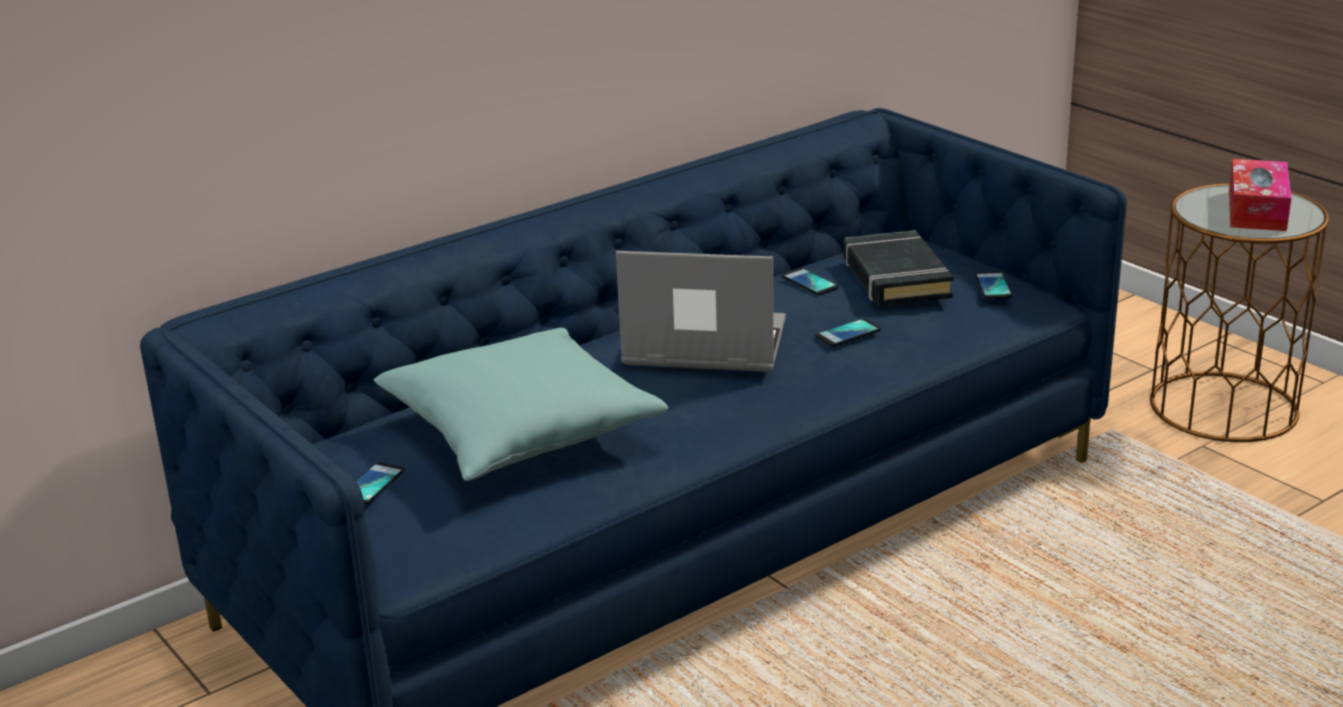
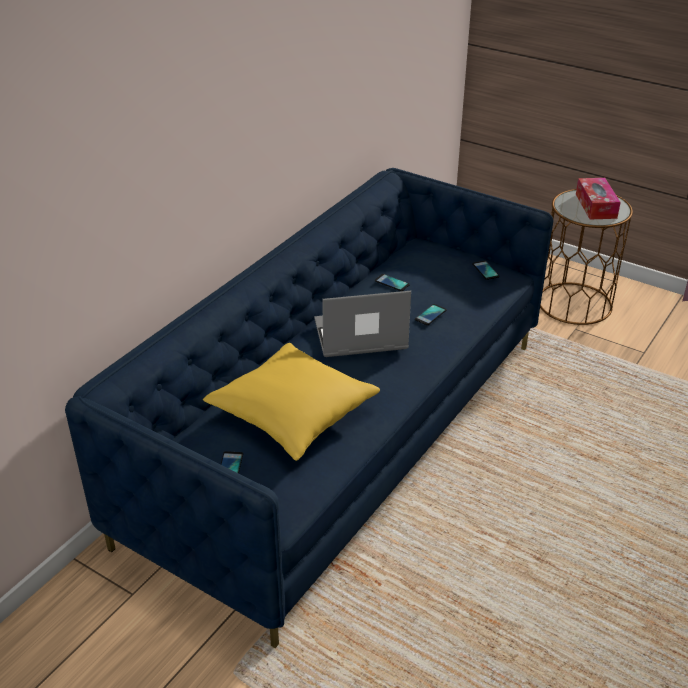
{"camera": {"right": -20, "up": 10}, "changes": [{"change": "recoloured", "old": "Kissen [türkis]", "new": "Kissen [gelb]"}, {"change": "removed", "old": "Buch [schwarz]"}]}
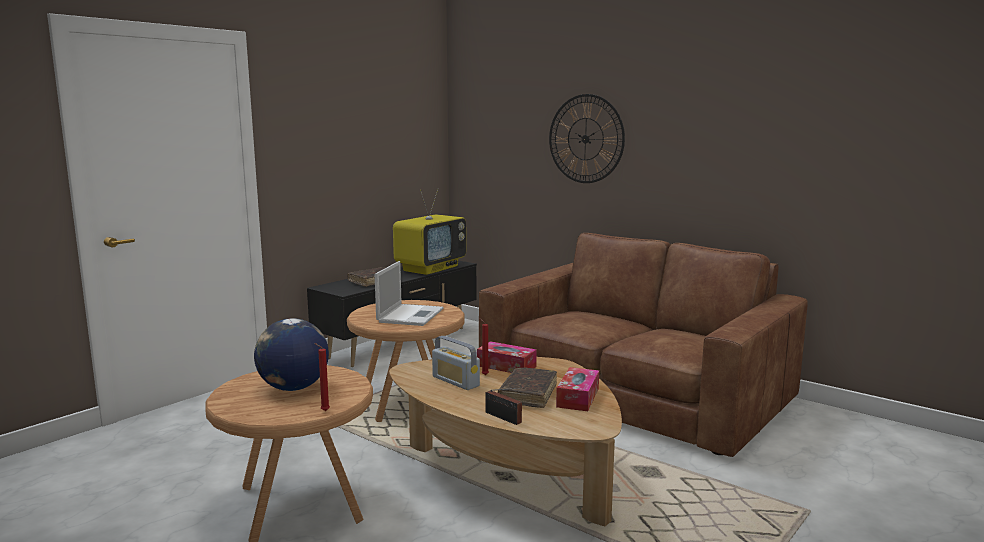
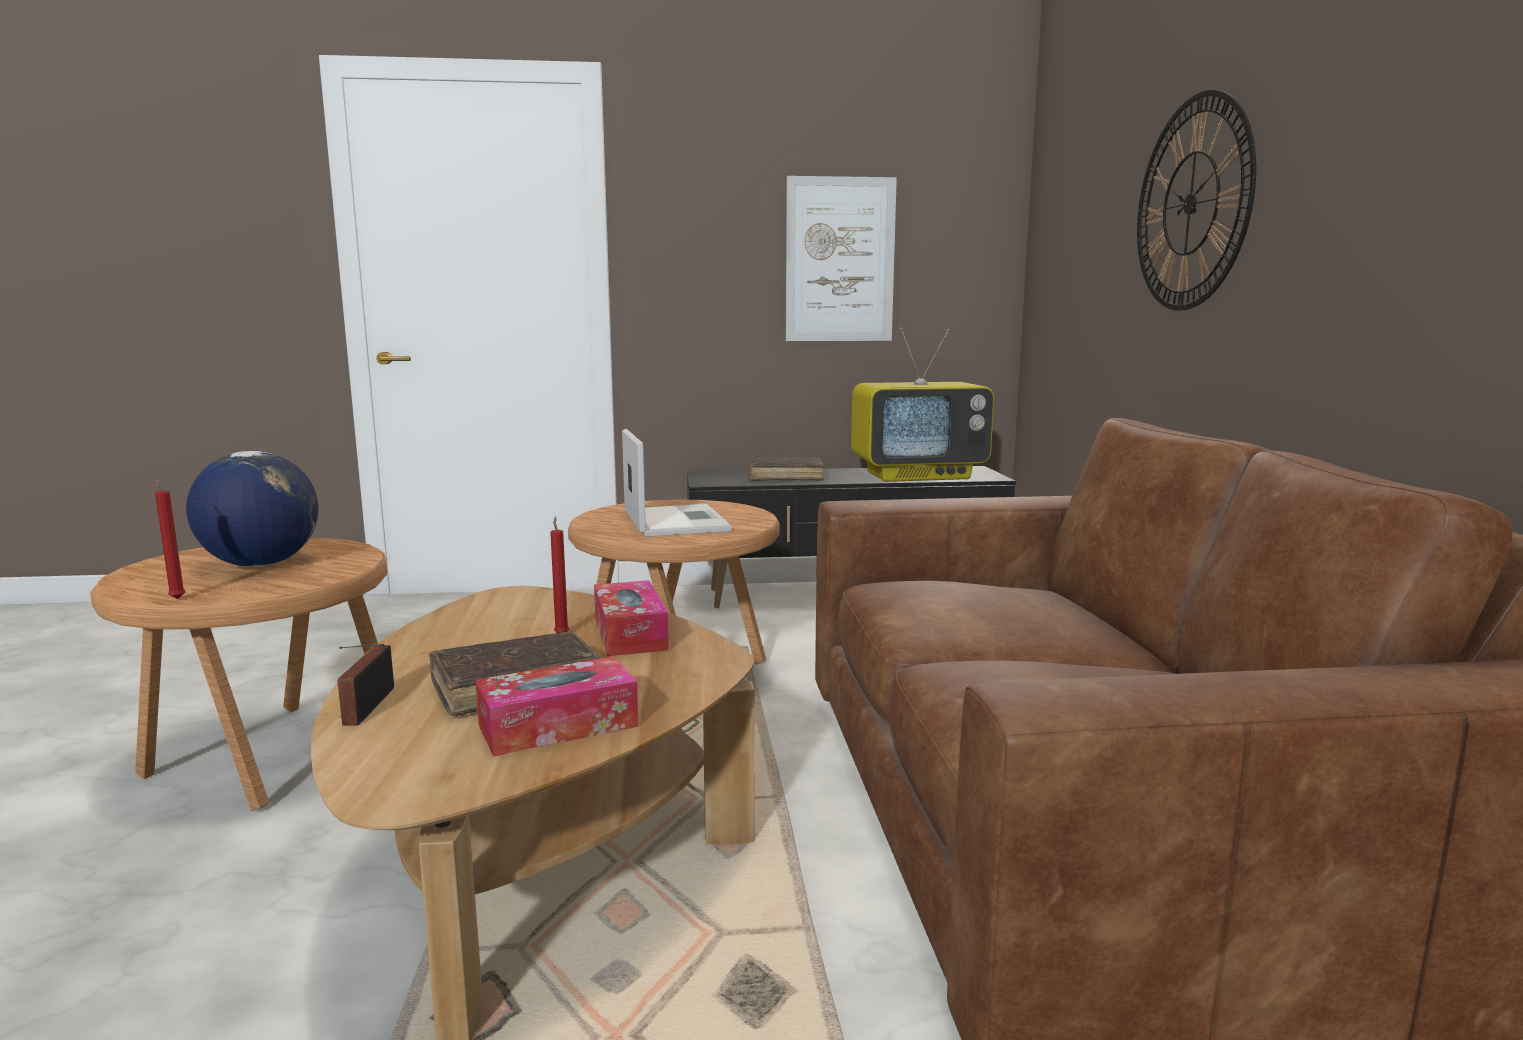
{"camera": {"right": 45, "up": 0}, "changes": [{"change": "turned", "old": "Laptop", "degrees": -75}, {"change": "added", "new": "Bild"}, {"change": "removed", "old": "Radio (1st from left)"}]}
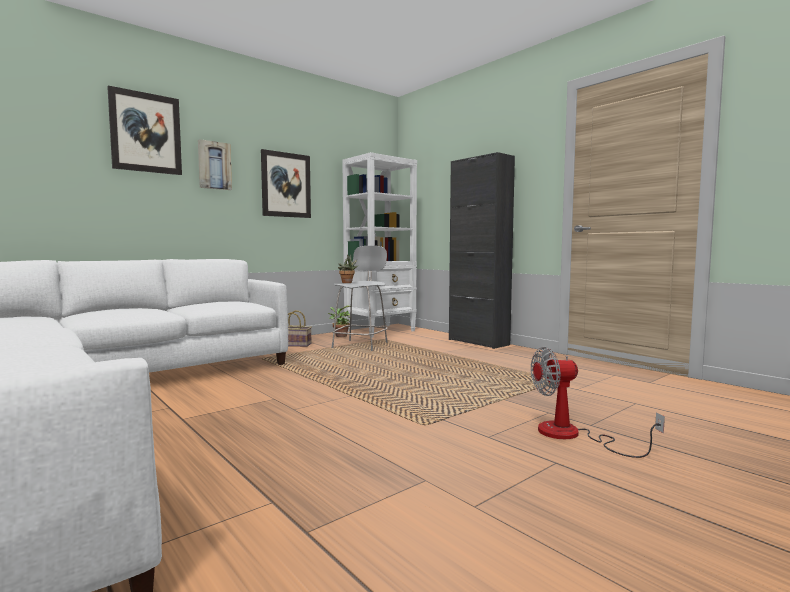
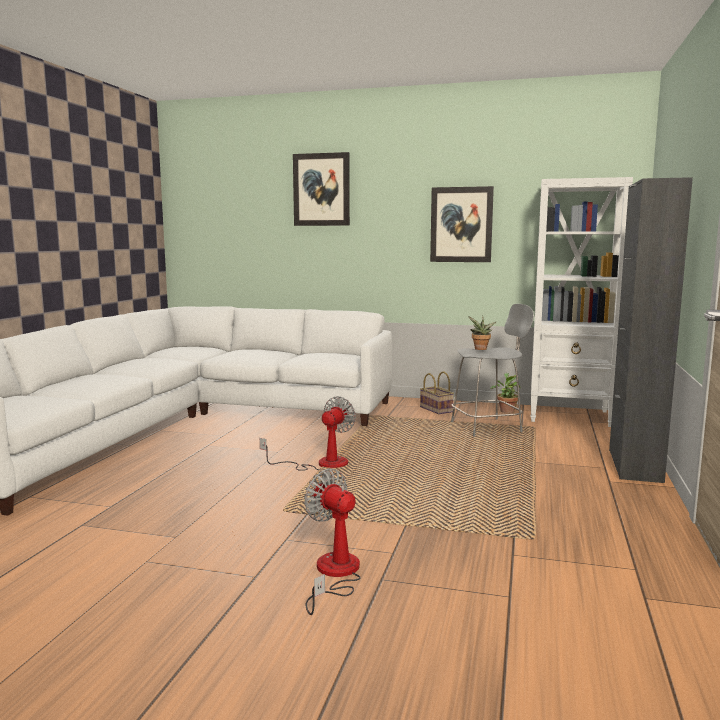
{"camera": {"right": 55, "up": 5}, "changes": [{"change": "added", "new": "Ventilator (1st from left)"}, {"change": "removed", "old": "Bild (2nd from left)"}]}
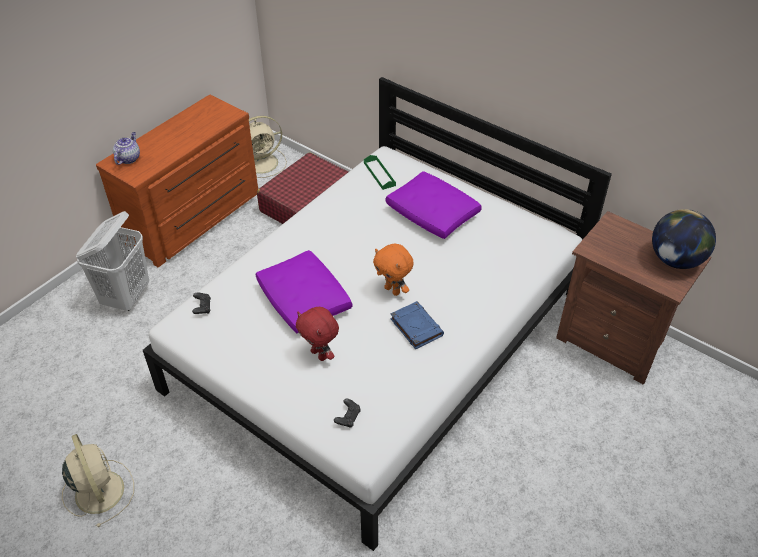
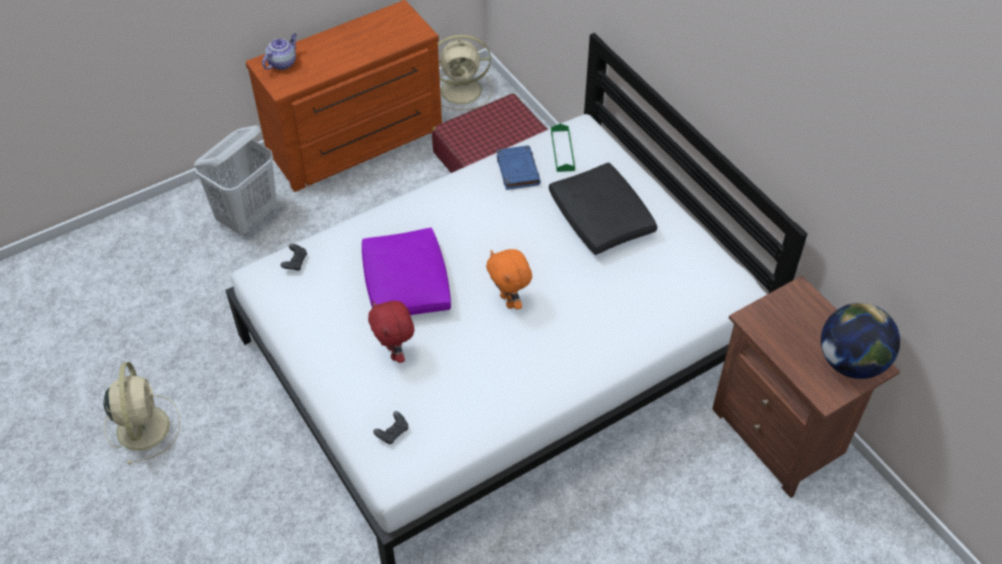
{"camera": {"right": 20, "up": 5}, "changes": [{"change": "moved", "old": "Buch [blau]"}, {"change": "recoloured", "old": "Kissen [lila] (2nd from left)", "new": "Kissen [schwarz]"}]}
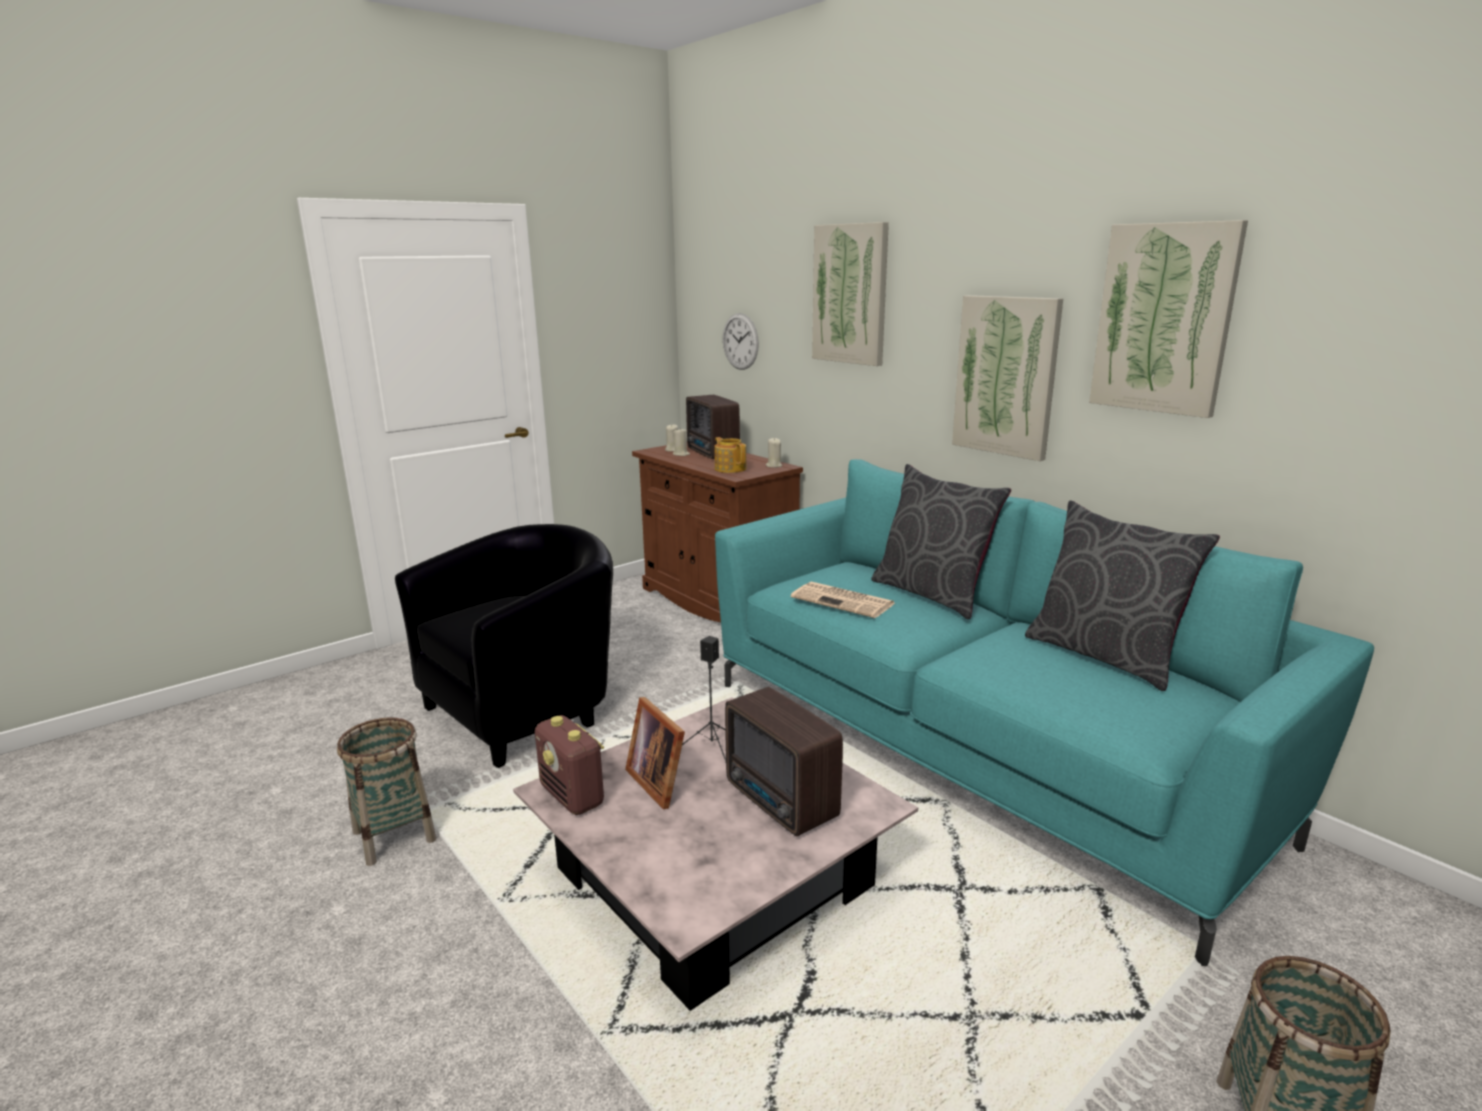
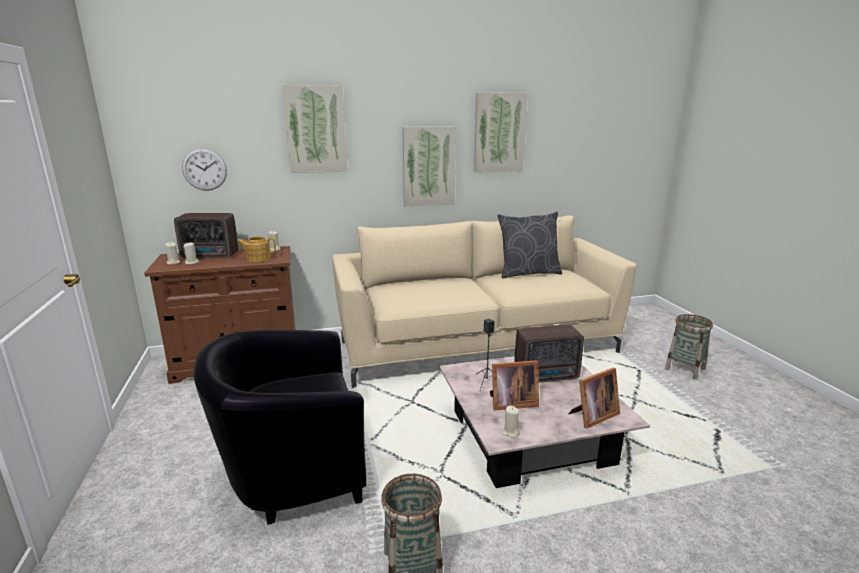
{"camera": {"right": -65, "up": 0}, "changes": [{"change": "turned", "old": "Sessel [schwarz]", "degrees": -90}, {"change": "recoloured", "old": "Sofa [türkis]", "new": "Sofa [beige]"}, {"change": "replaced", "old": "Radio (1st from left)", "new": "Kerze [beige] (4th from left)"}, {"change": "added", "new": "Bilderrahmen (2nd from left)"}, {"change": "removed", "old": "Zeitung"}, {"change": "removed", "old": "Kissen [grau] (1st from left)"}]}
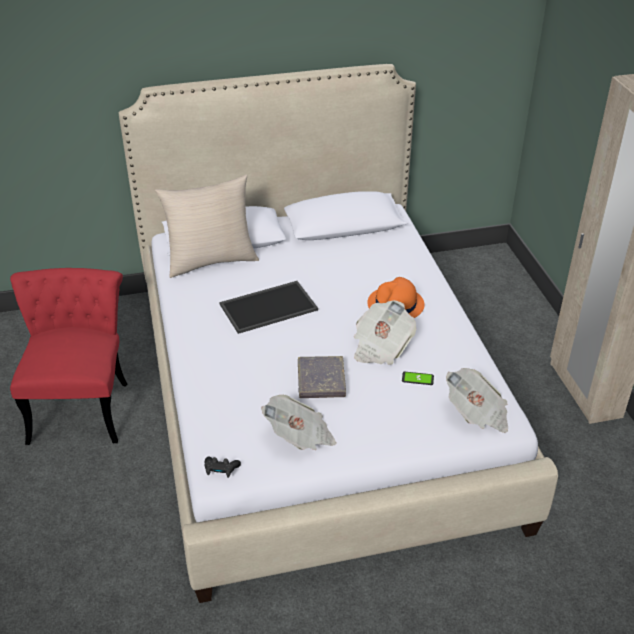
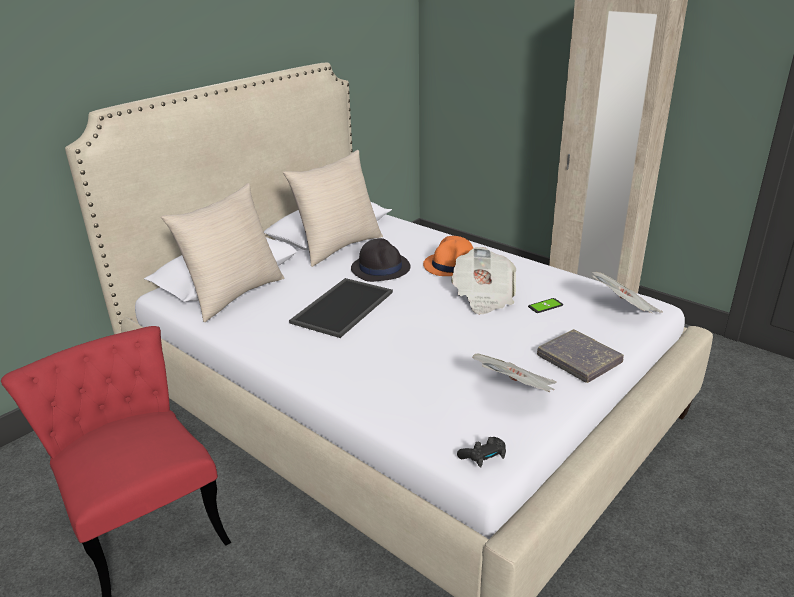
{"camera": {"right": -35, "up": -10}, "changes": [{"change": "added", "new": "Kissen [beige] (2nd from left)"}, {"change": "added", "new": "Hut [schwarz]"}, {"change": "moved", "old": "Buch [grau]"}]}
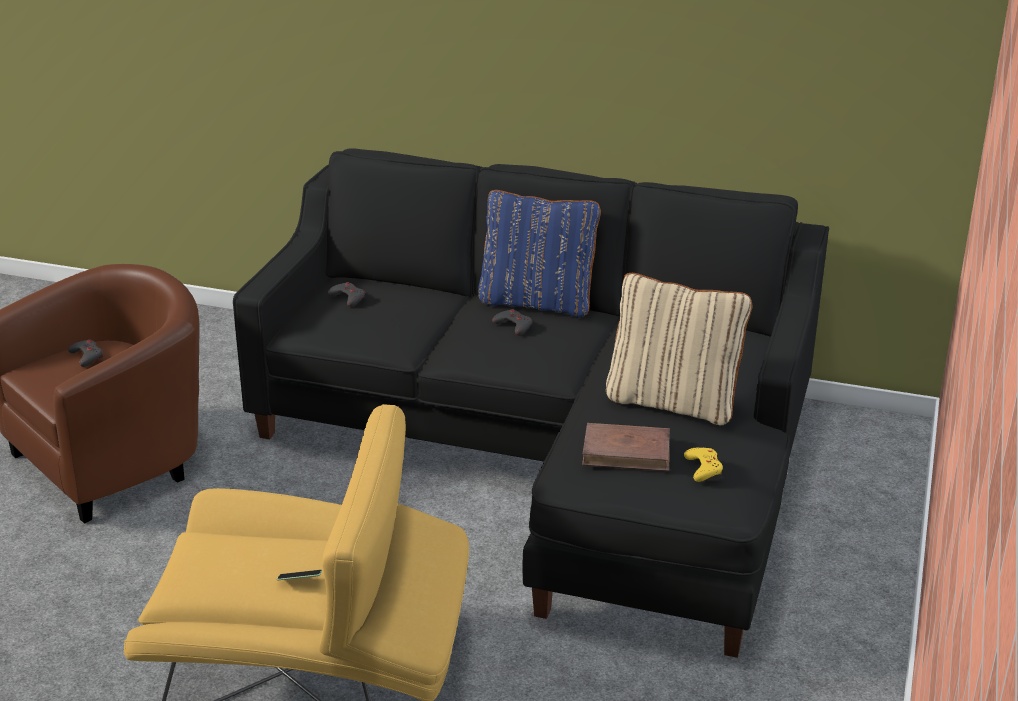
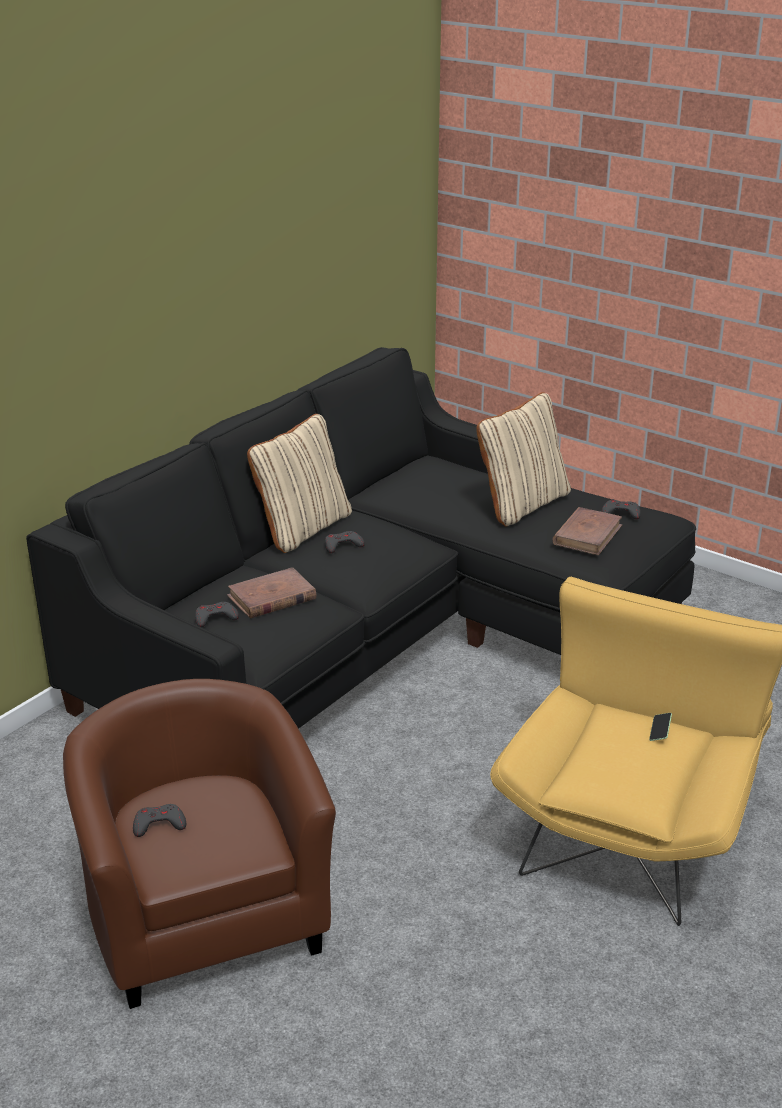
{"camera": {"right": -70, "up": 0}, "changes": [{"change": "added", "new": "Buch [braun] (1st from left)"}, {"change": "recoloured", "old": "Kissen [blau]", "new": "Kissen [beige] (1st from left)"}, {"change": "recoloured", "old": "Gamepad [gelb]", "new": "Gamepad [grau] (4th from left)"}]}
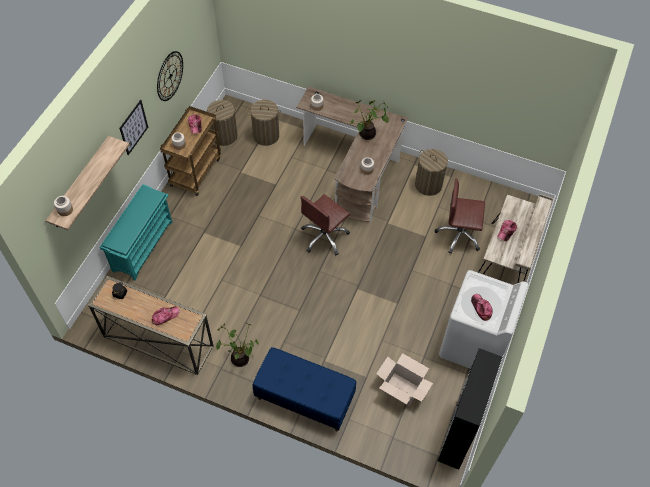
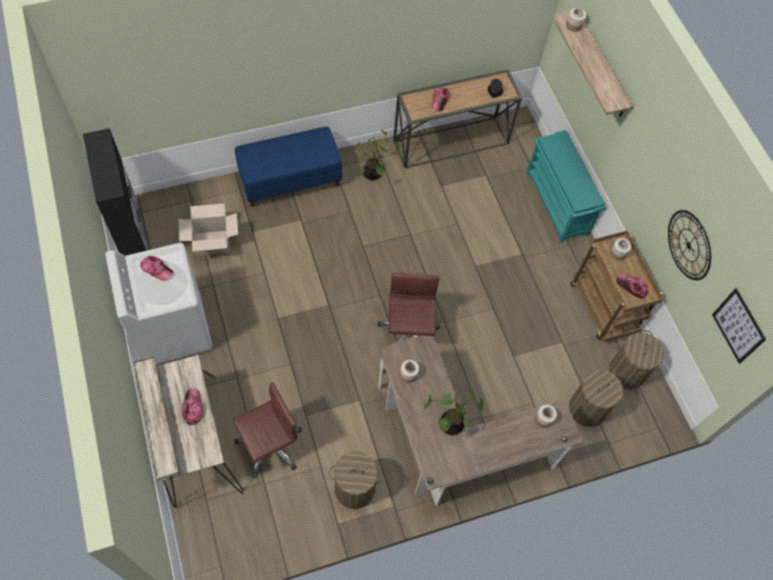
{"camera": {"right": 135, "up": 5}, "changes": [{"change": "moved", "old": "Bild"}]}
